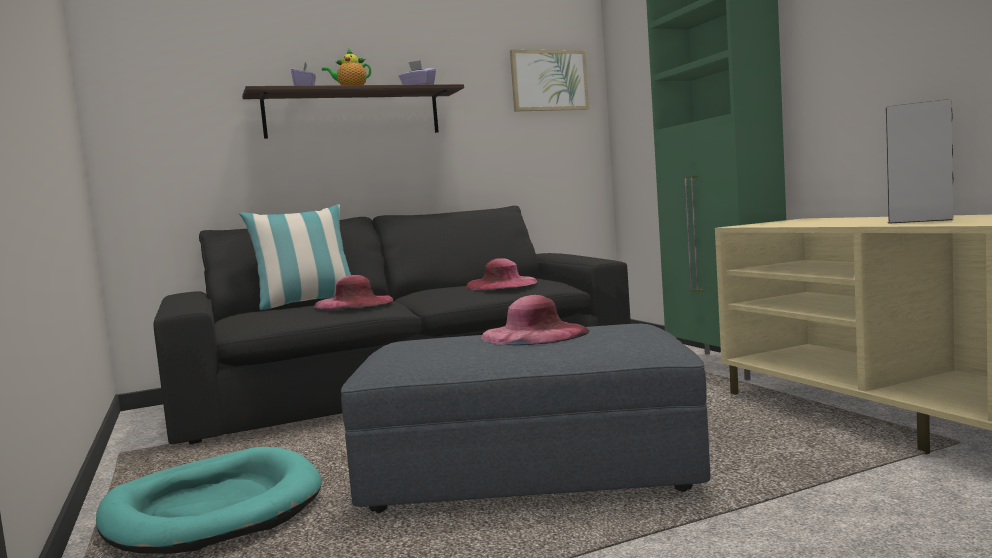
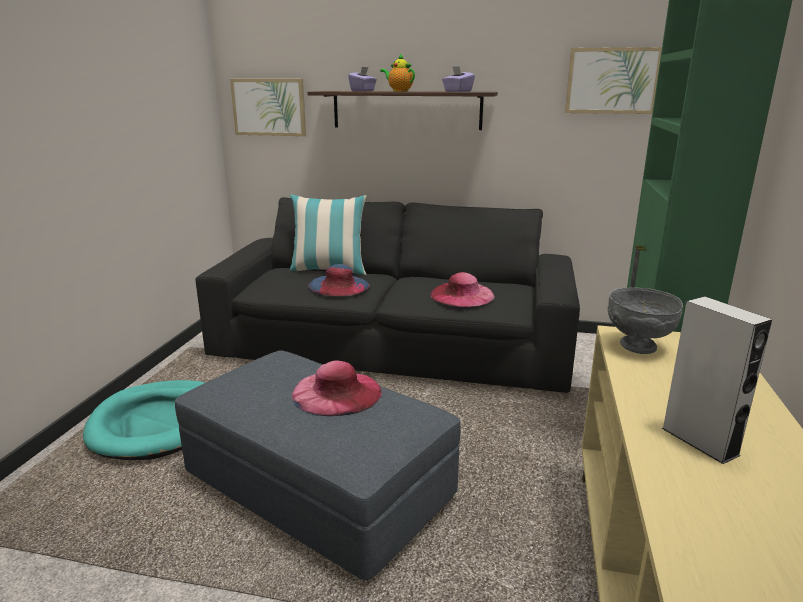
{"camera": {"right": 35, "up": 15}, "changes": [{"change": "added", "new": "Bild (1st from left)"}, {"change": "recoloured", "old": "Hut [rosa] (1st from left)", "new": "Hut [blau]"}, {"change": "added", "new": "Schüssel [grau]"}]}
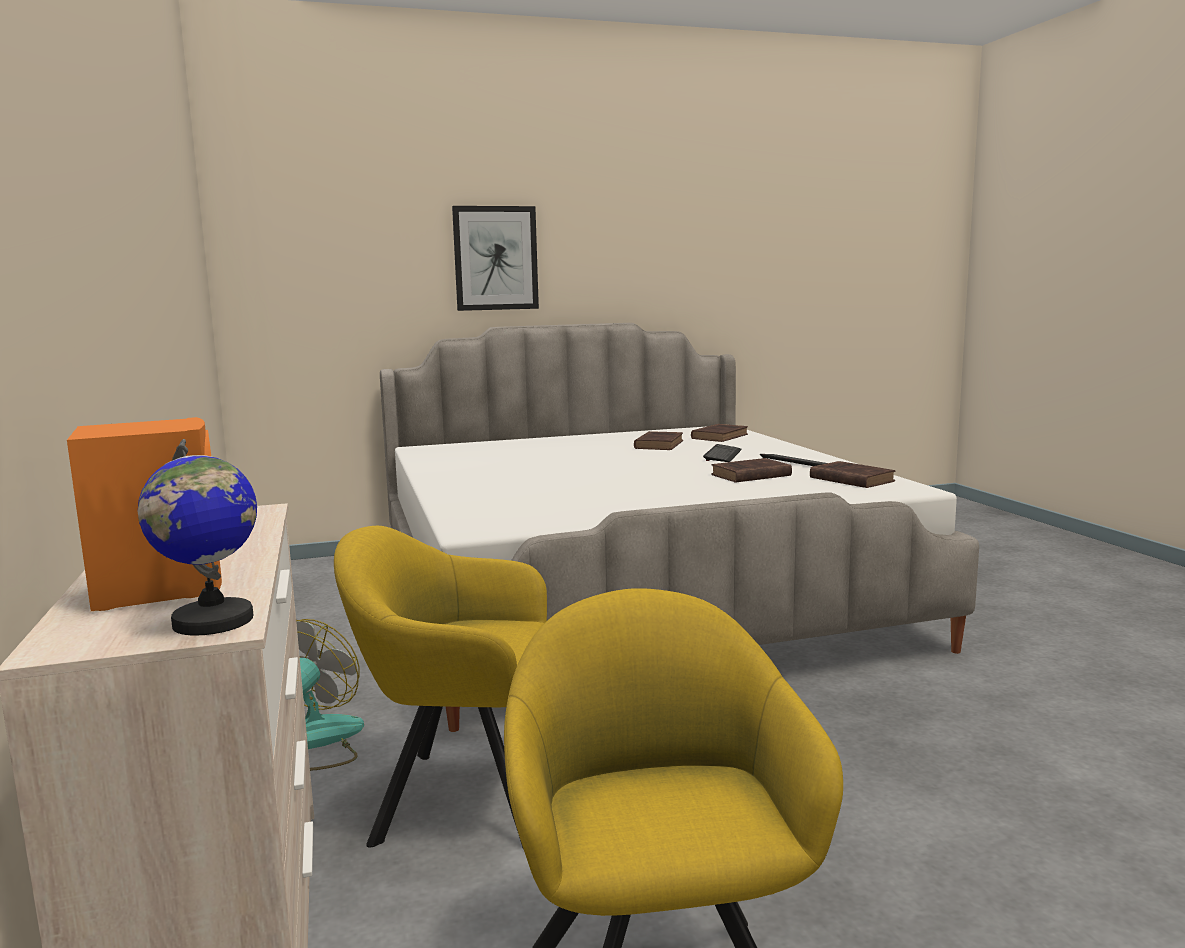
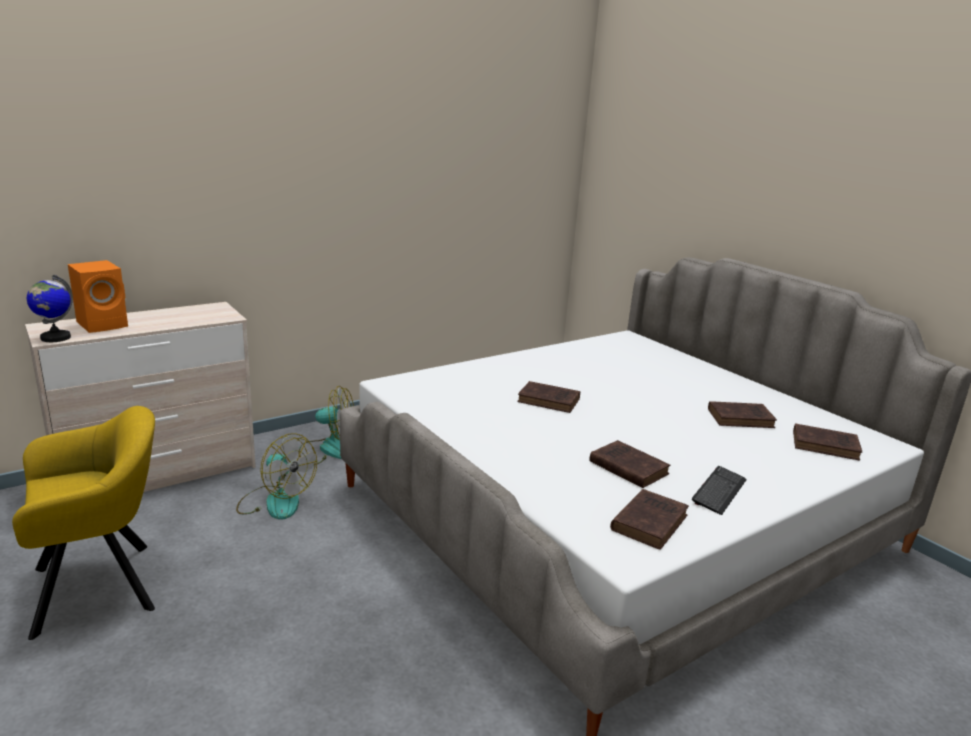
{"camera": {"right": 70, "up": 10}, "changes": [{"change": "replaced", "old": "Sessel [gelb] (1st from left)", "new": "Ventilator (1st from left)"}, {"change": "added", "new": "Buch [braun] (1st from left)"}, {"change": "removed", "old": "Bild"}, {"change": "removed", "old": "Tastatur (1st from left)"}]}
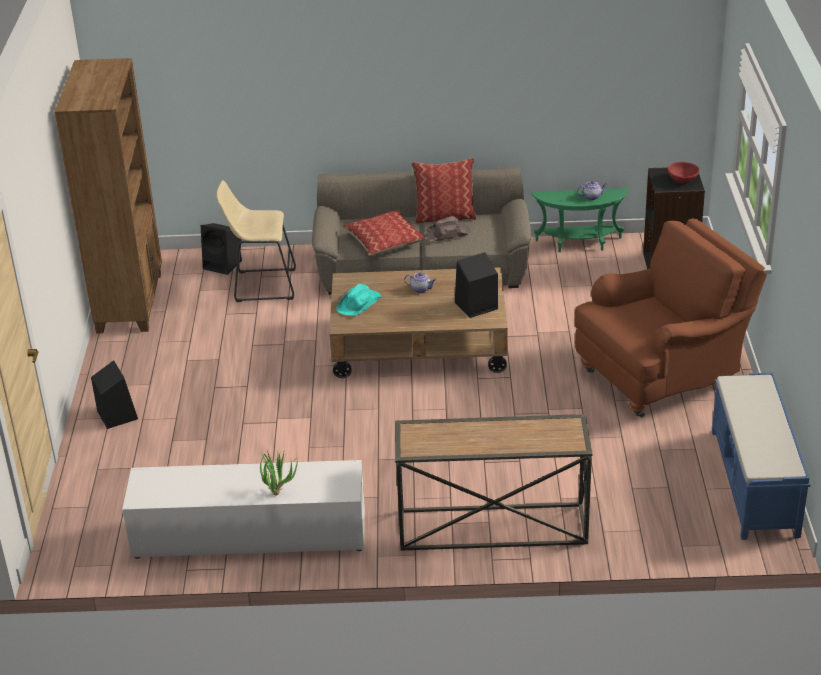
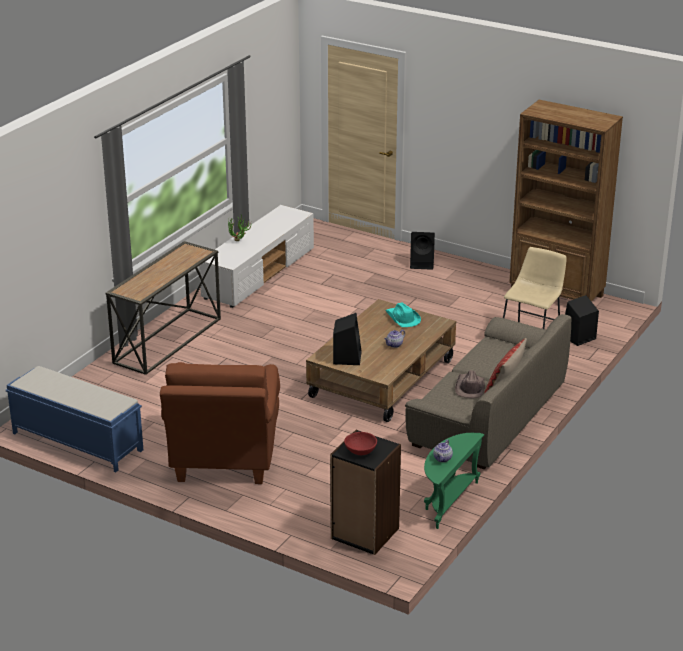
{"camera": {"right": 120, "up": -5}, "changes": [{"change": "removed", "old": "Kissen (1st from left)"}]}
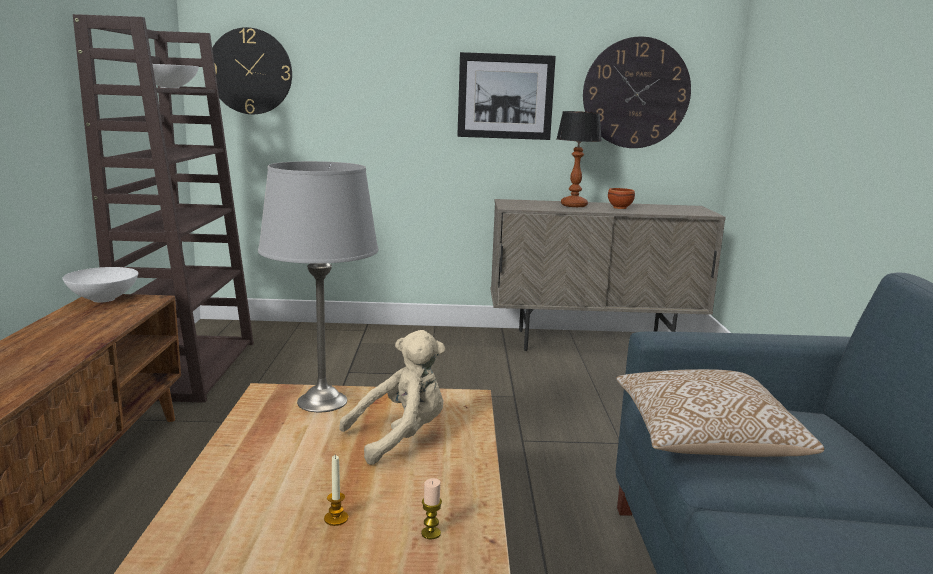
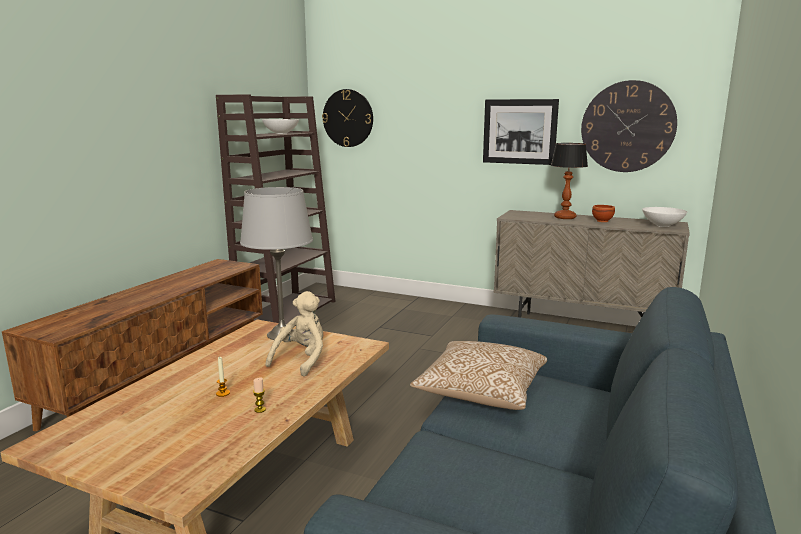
{"camera": {"right": 25, "up": 0}, "changes": [{"change": "turned", "old": "Plüschtier [beige]", "degrees": -60}, {"change": "moved", "old": "Schüssel [weiß] (1st from left in the first image)", "new": "Schüssel [weiß] (2nd from left)"}]}
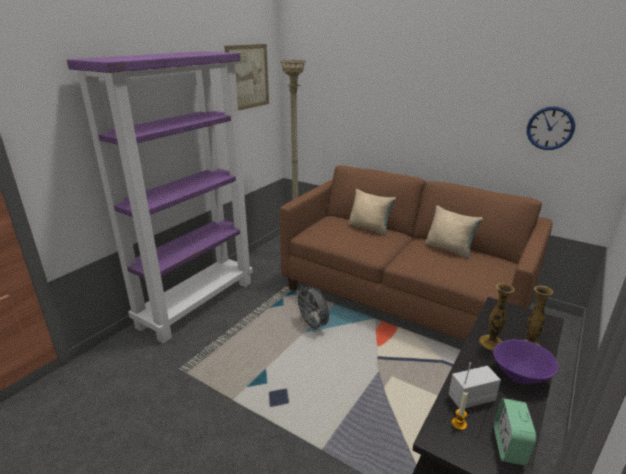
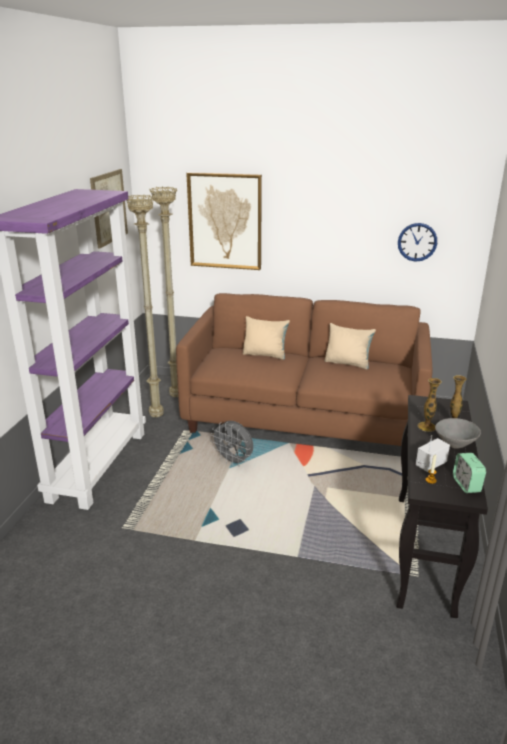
{"camera": {"right": -20, "up": 0}, "changes": [{"change": "added", "new": "Stehlampe [beige] (1st from left)"}, {"change": "added", "new": "Bild (2nd from left)"}, {"change": "recoloured", "old": "Schüssel [lila]", "new": "Schüssel [grau]"}]}
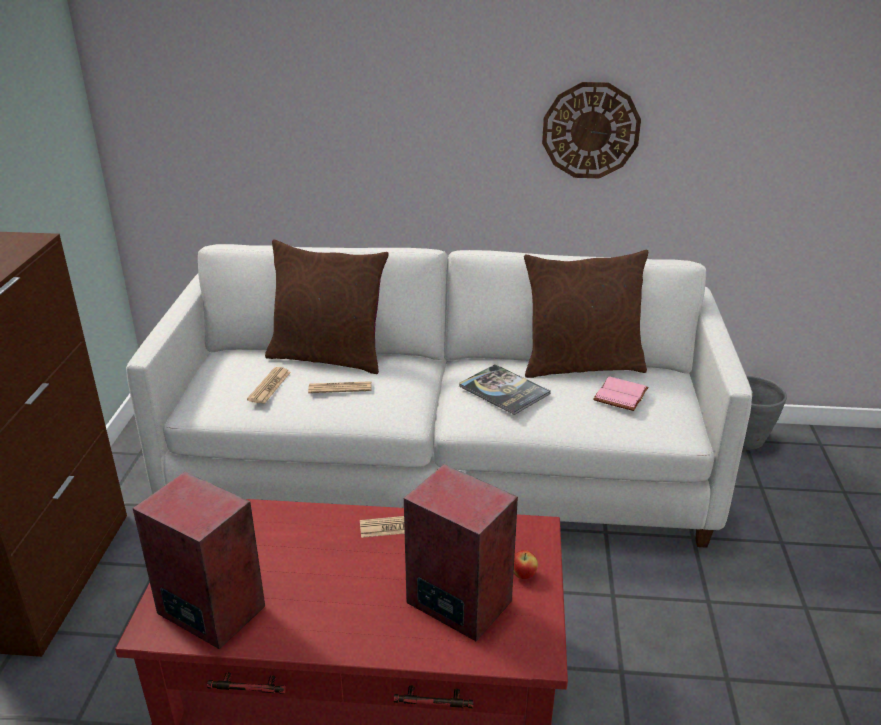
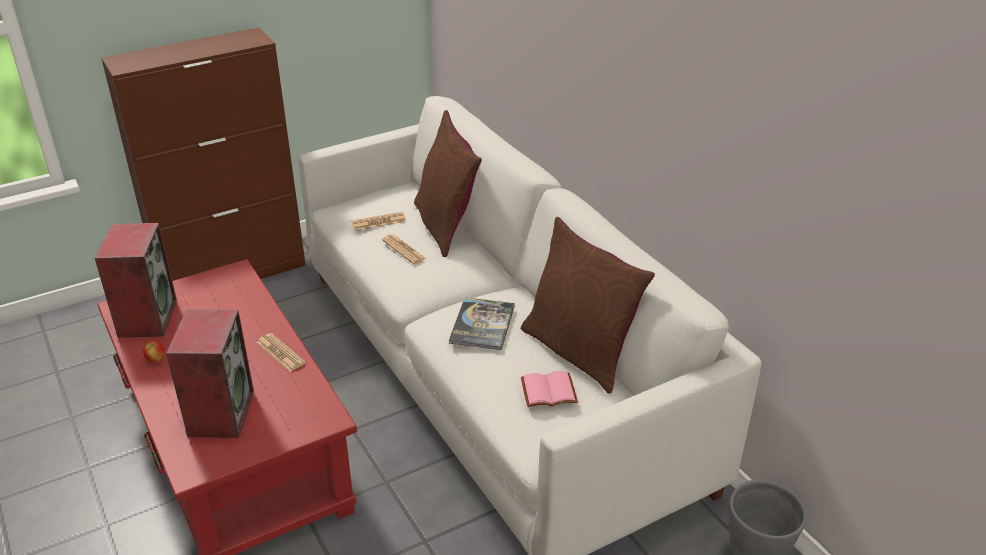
{"camera": {"right": 55, "up": 5}, "changes": [{"change": "moved", "old": "Apfel"}, {"change": "removed", "old": "Wanduhr"}]}
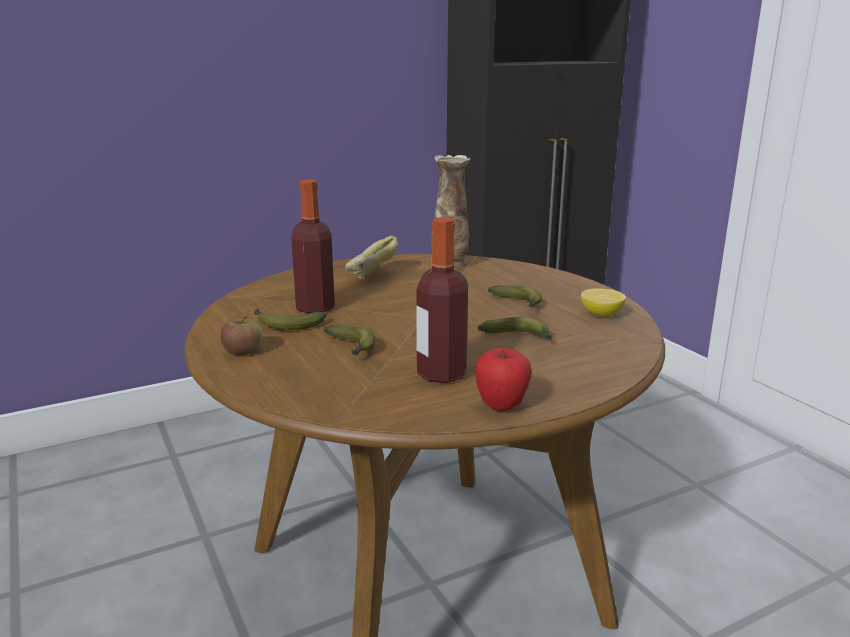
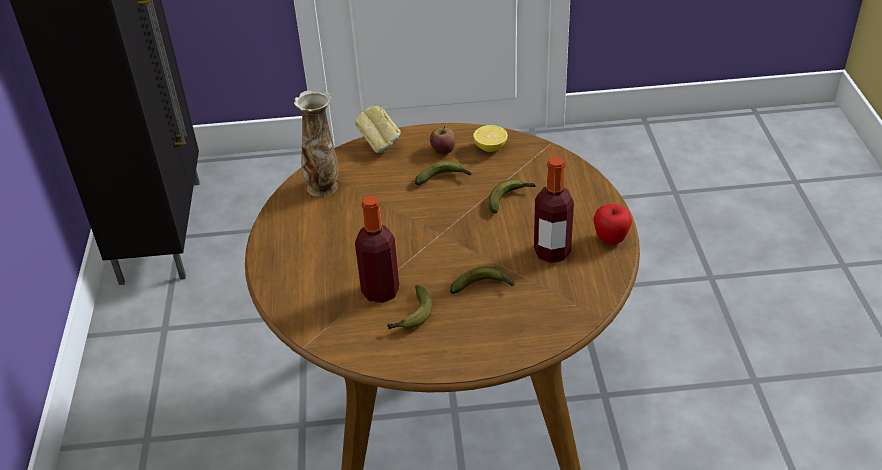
{"camera": {"right": -65, "up": 20}, "changes": [{"change": "moved", "old": "Brot"}, {"change": "moved", "old": "Apfel (1st from left)"}]}
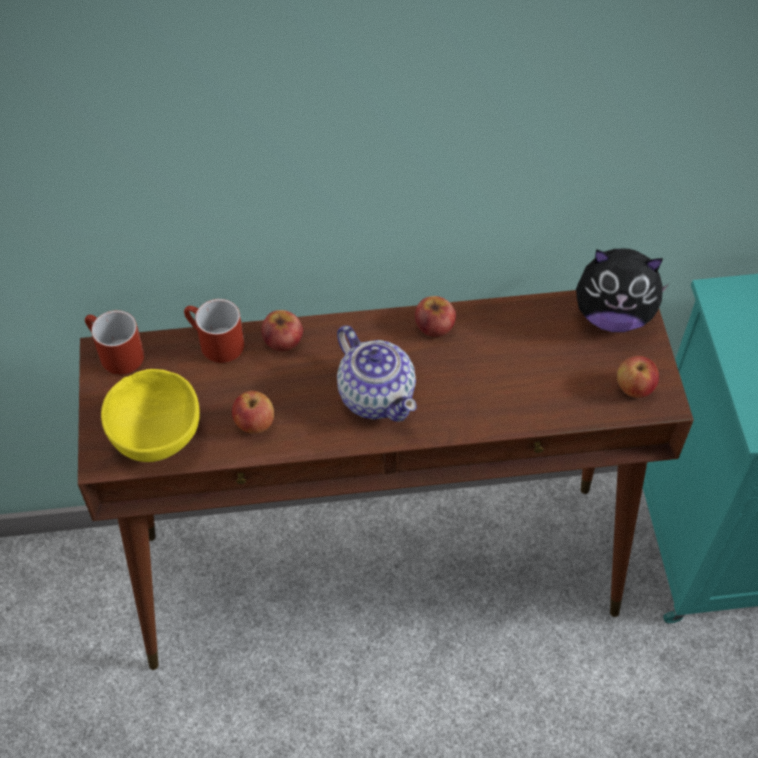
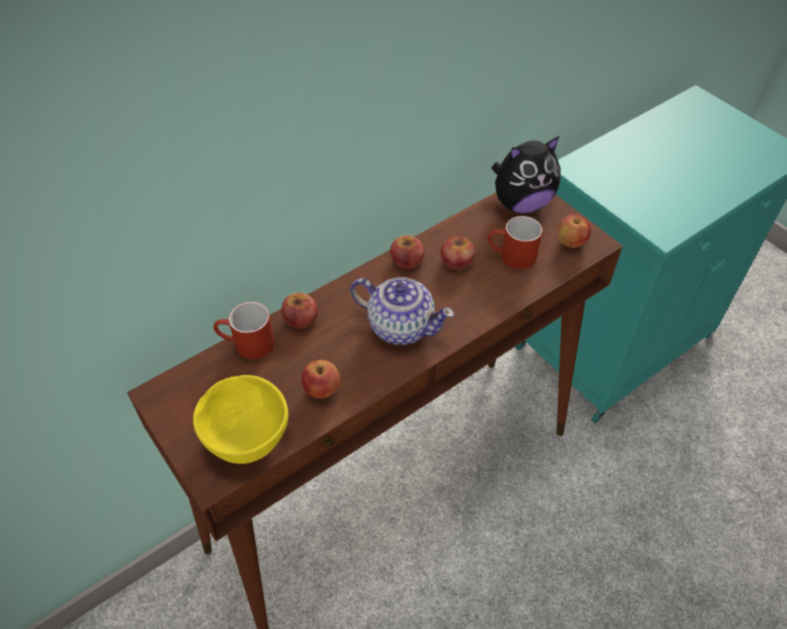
{"camera": {"right": -30, "up": -5}, "changes": [{"change": "added", "new": "Apfel (4th from left)"}, {"change": "moved", "old": "Henkelbecher [rot] (1st from left in the first image)", "new": "Henkelbecher [rot] (2nd from left)"}]}
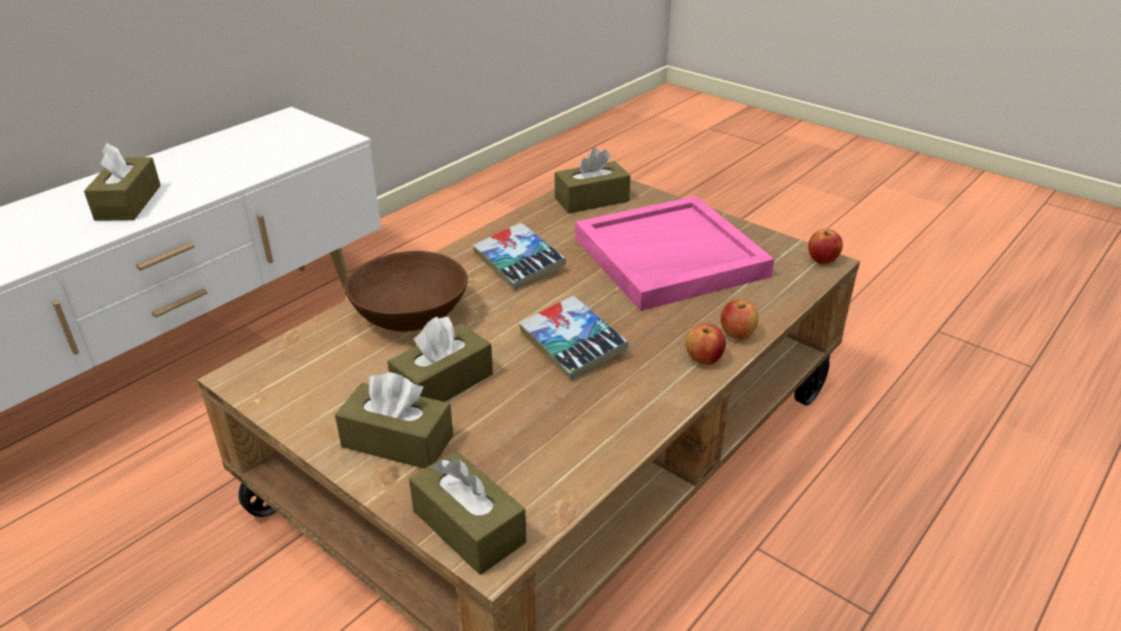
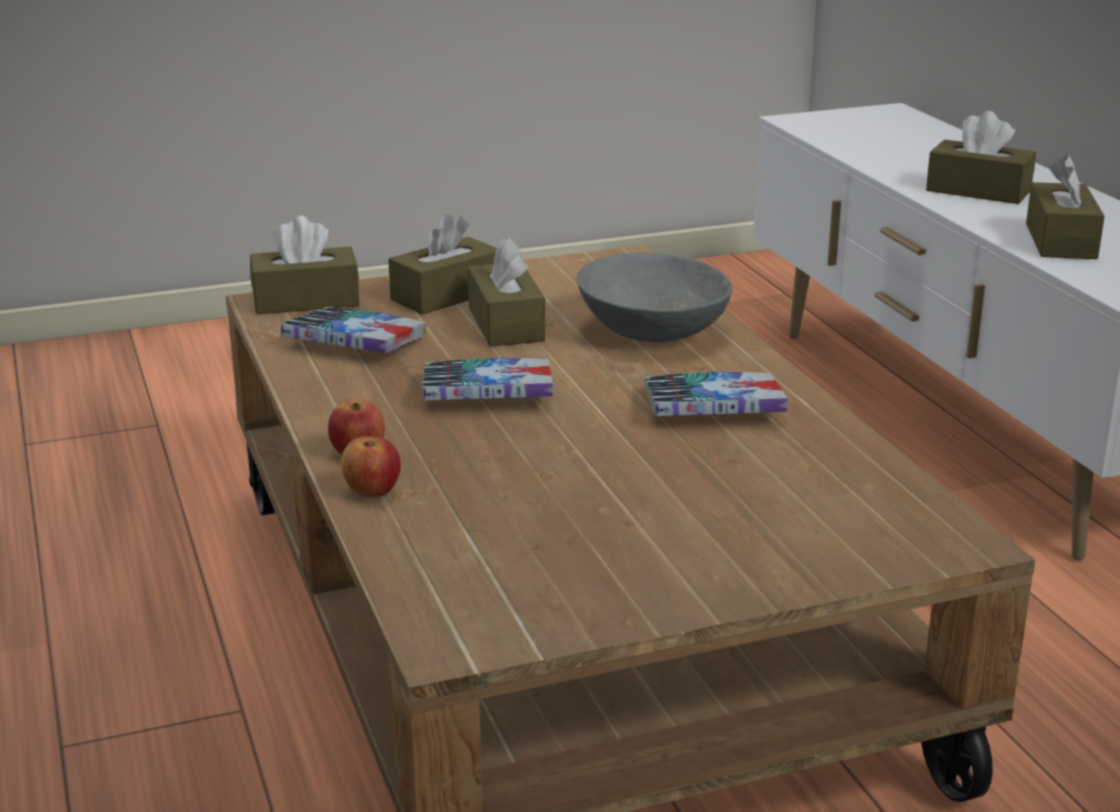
{"camera": {"right": 120, "up": -10}, "changes": [{"change": "added", "new": "Buch (1st from left)"}, {"change": "recoloured", "old": "Schüssel [braun]", "new": "Schüssel [grau]"}, {"change": "moved", "old": "Taschentuchbox [braun] (5th from left)"}, {"change": "removed", "old": "Tablett [rosa]"}, {"change": "removed", "old": "Apfel (3rd from left)"}]}
